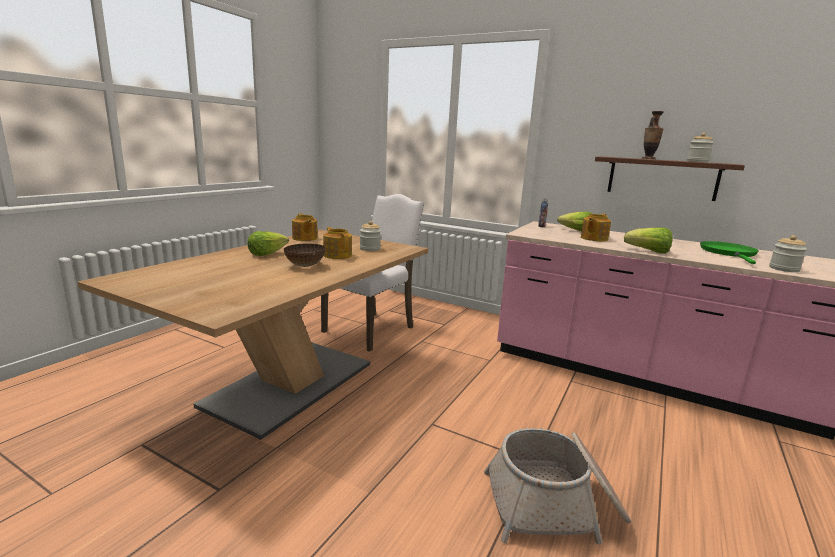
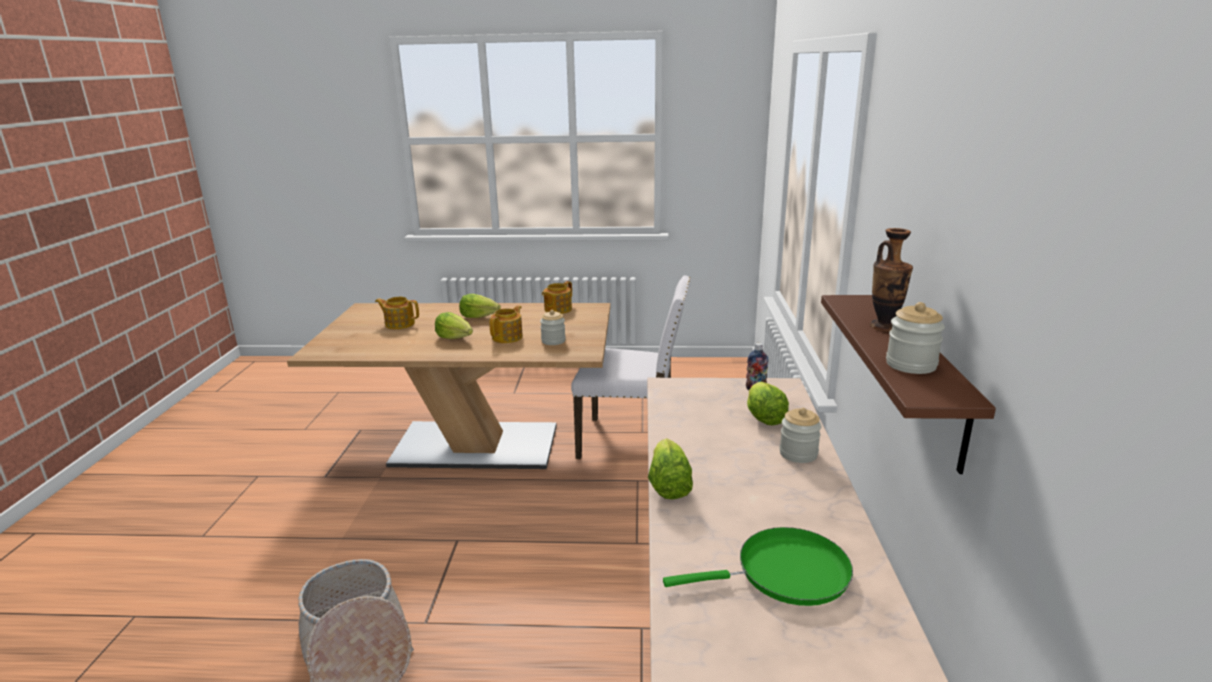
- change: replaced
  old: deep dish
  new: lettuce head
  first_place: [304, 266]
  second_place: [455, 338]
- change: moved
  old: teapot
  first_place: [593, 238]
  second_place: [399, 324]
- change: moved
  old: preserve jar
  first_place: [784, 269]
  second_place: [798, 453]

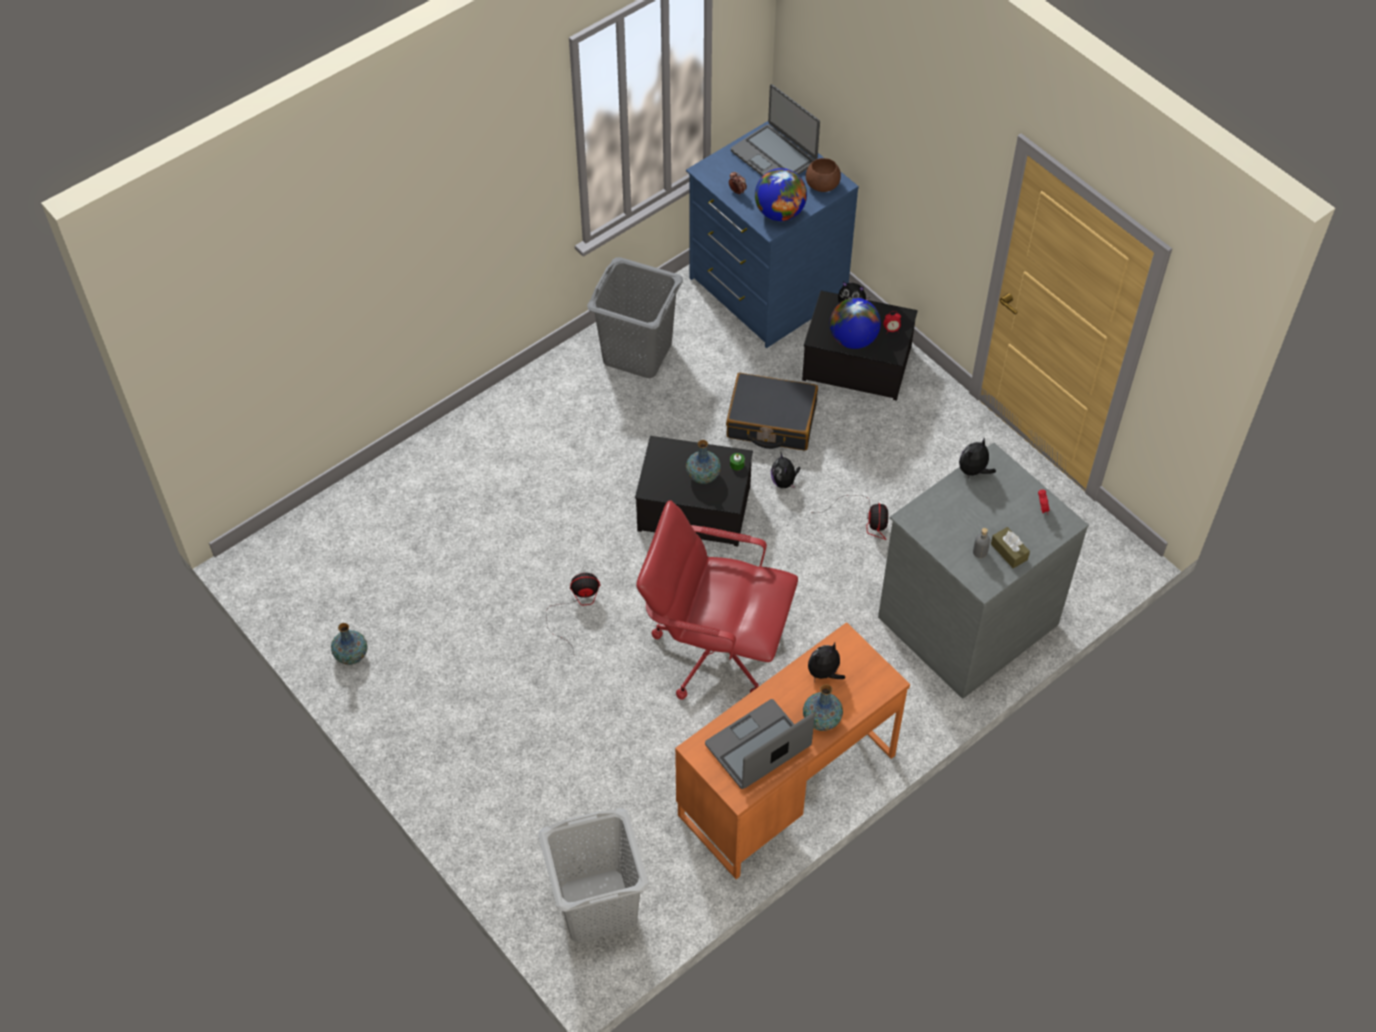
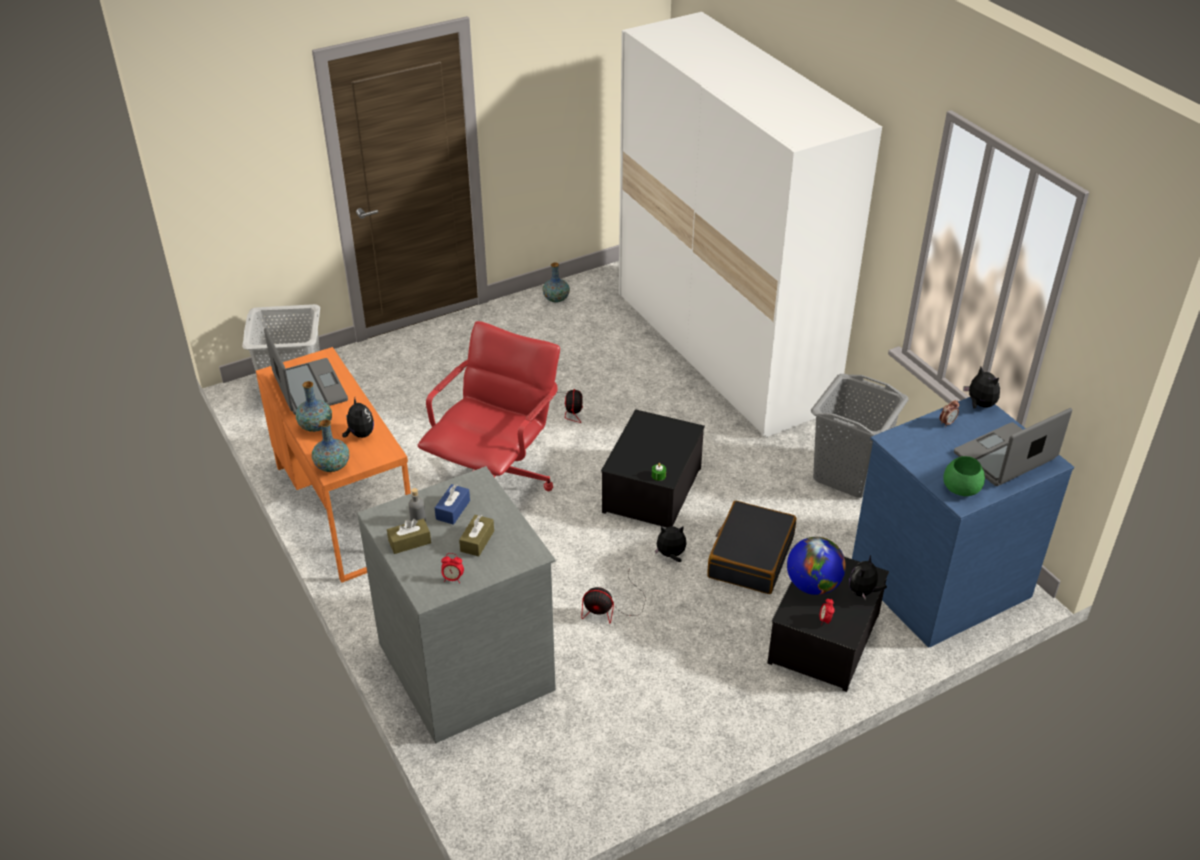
- change: moved
  old: vase
  first_place: [703, 475]
  second_place: [332, 466]
- change: removed
  old: world globe
  first_place: [779, 213]
- change: recoloured
  old: brownish deep dish
  new: green-coloured deep dish
  first_place: [821, 184]
  second_place: [961, 487]
- change: moved
  old: cuddly toy
  first_place: [973, 471]
  second_place: [979, 405]
- change: added
  new: bluish tissue holder
  second_place: [453, 510]
- change: added
  new: brownish tissue holder
  second_place: [477, 541]
- change: added
  new: whitish clothes cupboard
  second_place: [722, 350]

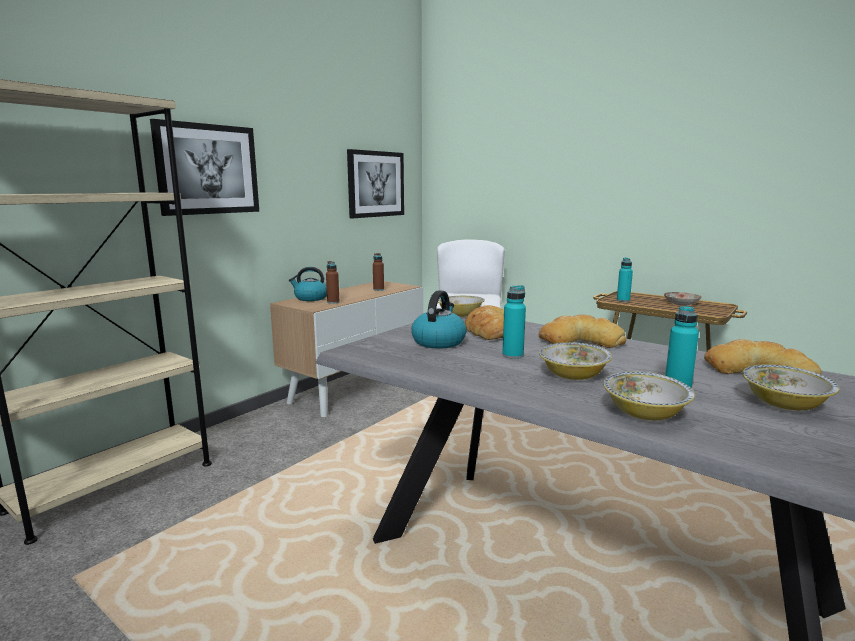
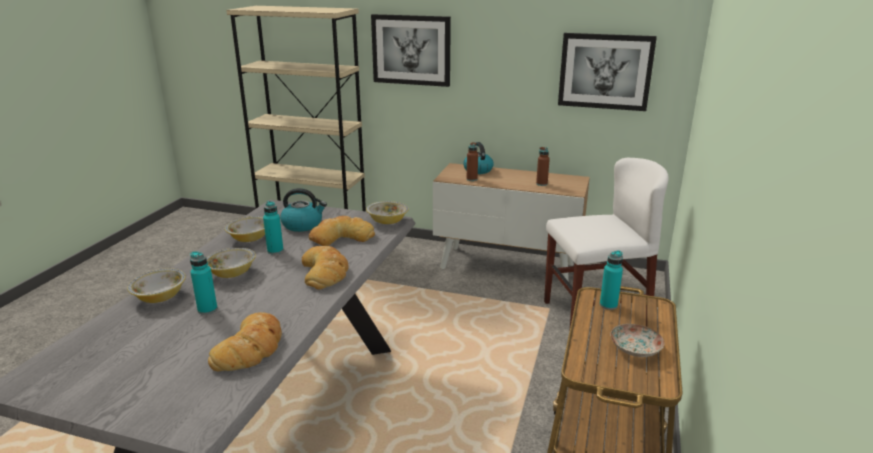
- change: moved
  old: deep dish
  first_place: [784, 404]
  second_place: [250, 238]

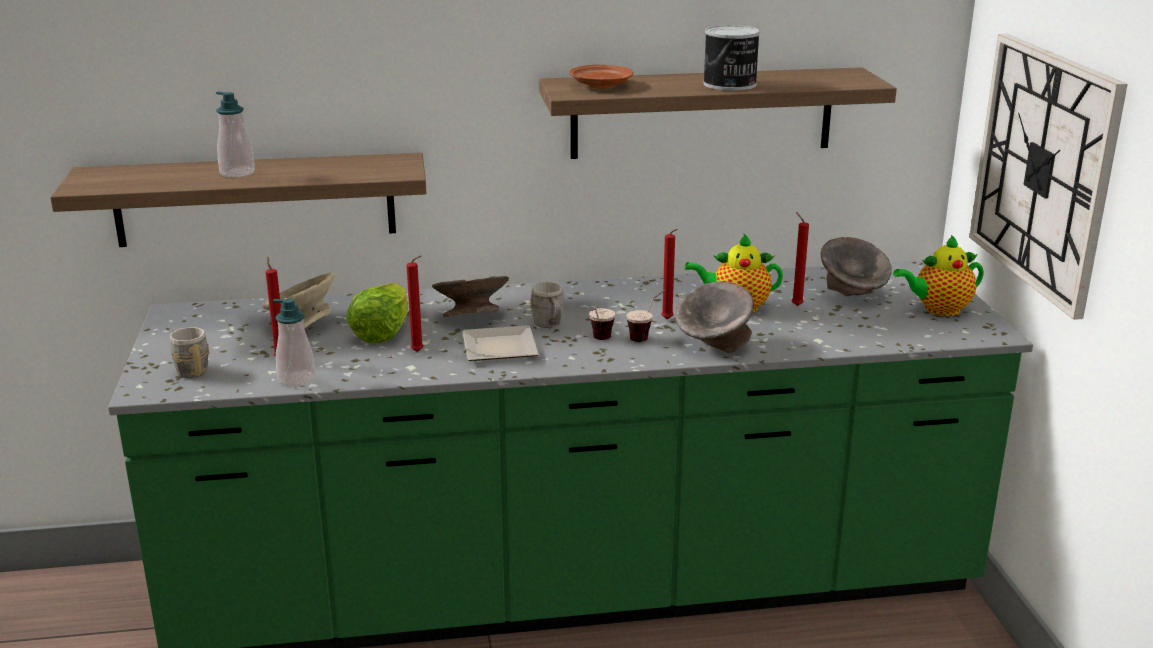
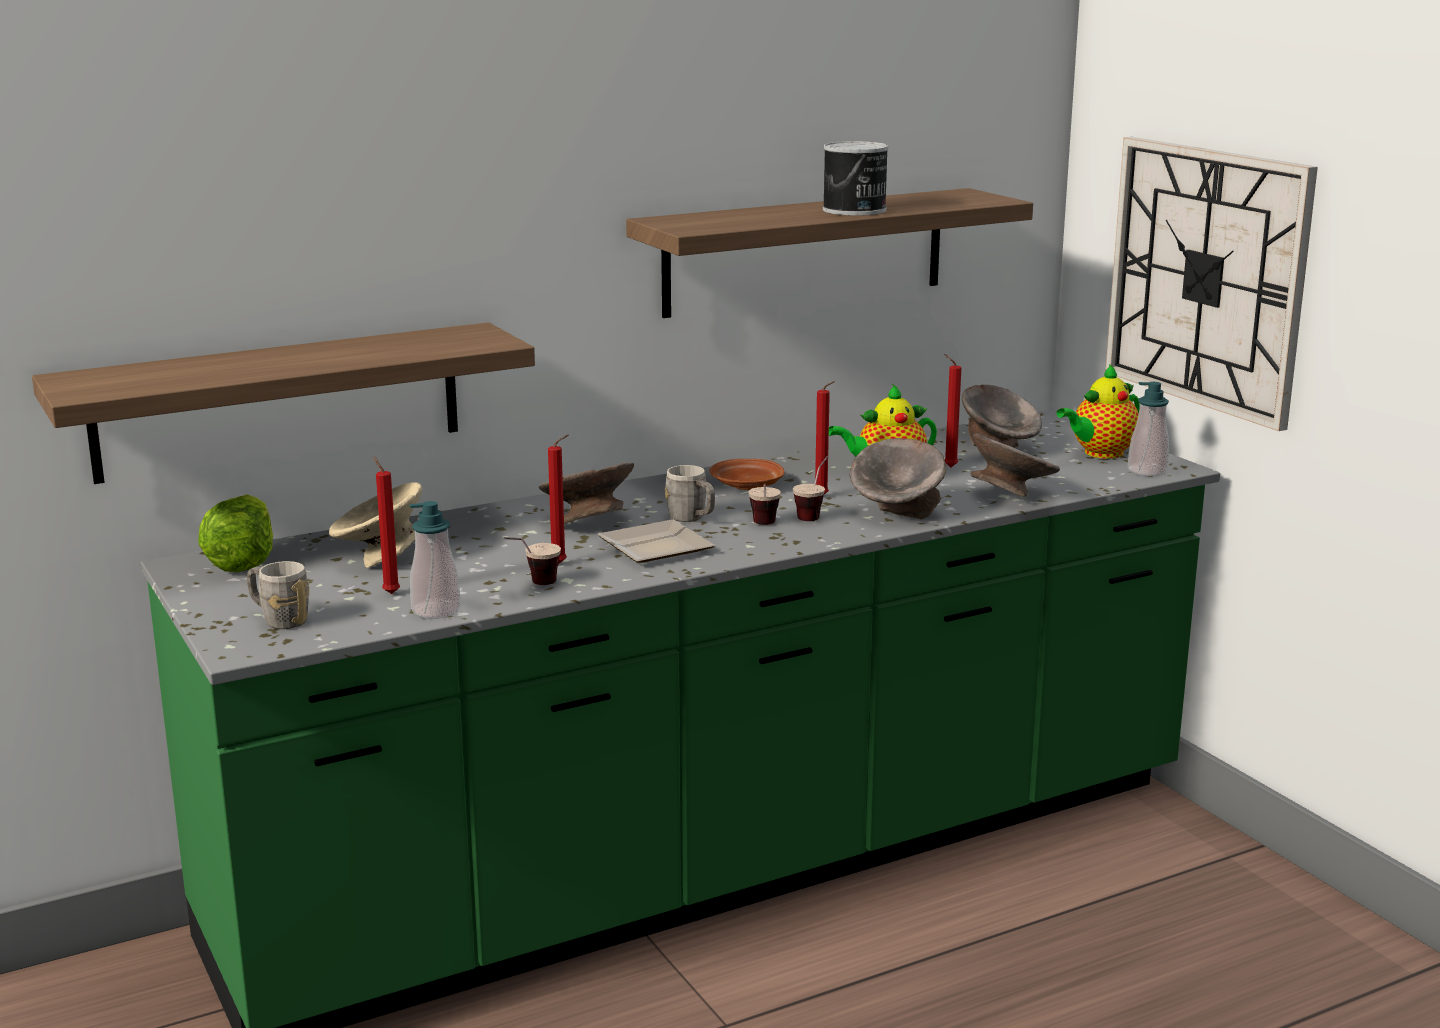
- change: moved
  old: soap bottle
  first_place: [237, 173]
  second_place: [1147, 471]
- change: moved
  old: lettuce head
  first_place: [382, 332]
  second_place: [242, 560]
- change: moved
  old: brownish dinner plate
  first_place: [600, 85]
  second_place: [746, 485]
- change: added
  new: small cup
  second_place: [532, 585]
- change: added
  new: gray deep dish
  second_place: [1011, 495]

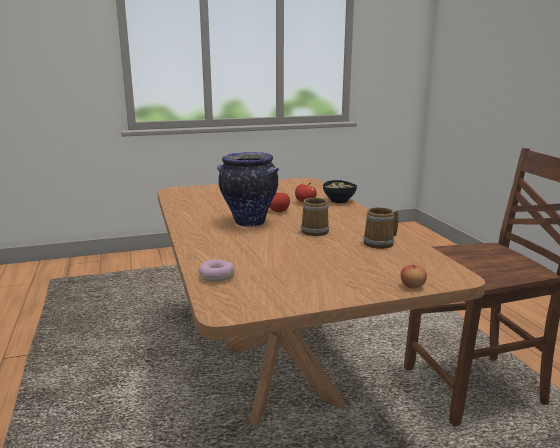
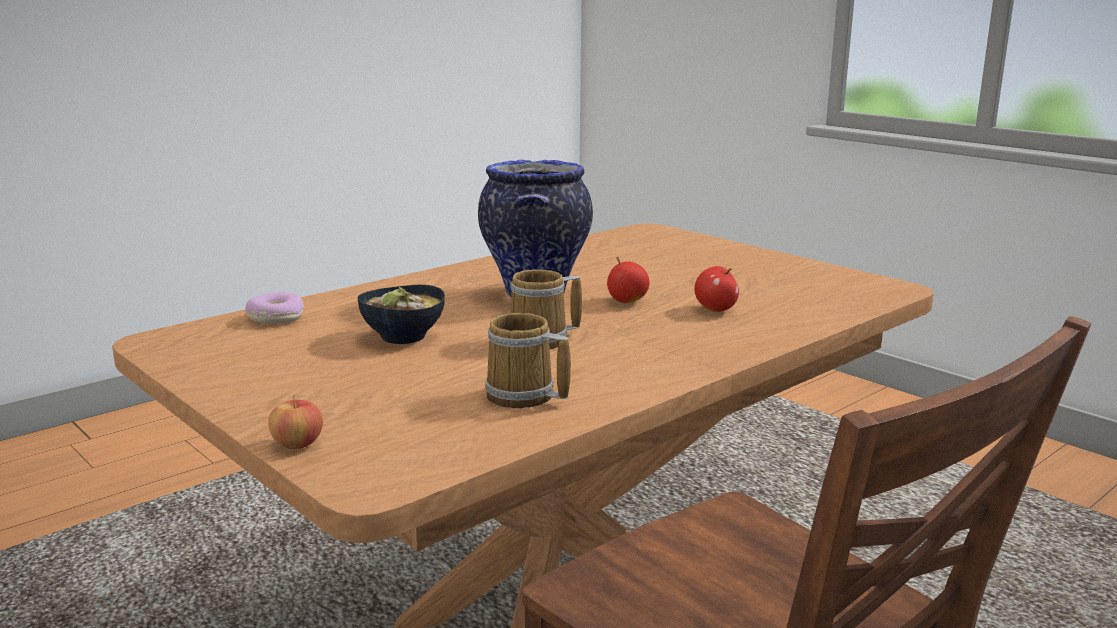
- change: moved
  old: deep dish
  first_place: [338, 201]
  second_place: [401, 337]

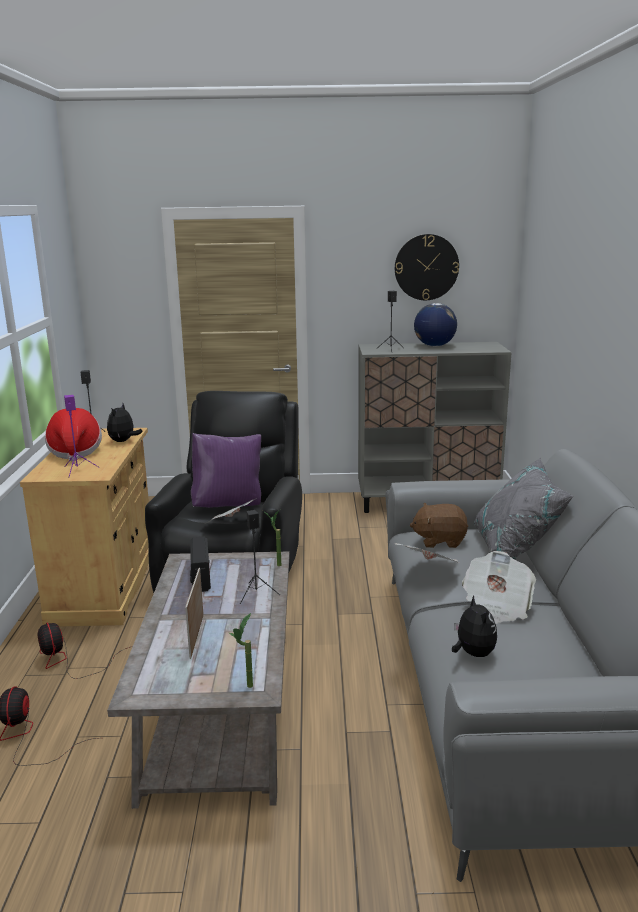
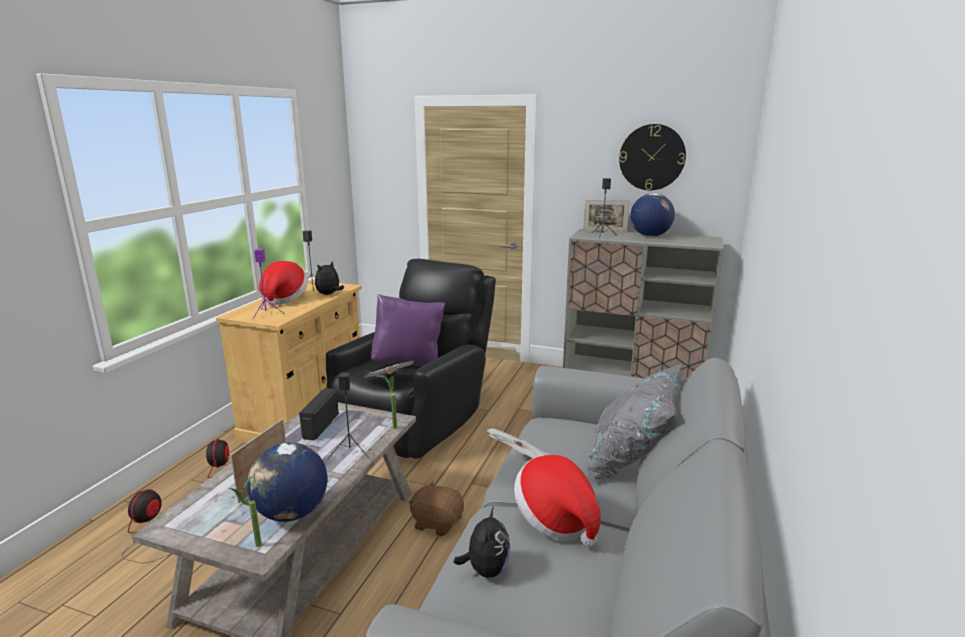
- change: moved
  old: brownish cuddly toy
  first_place: [439, 540]
  second_place: [437, 523]
- change: replaced
  old: newspaper
  new: hat
  first_place: [496, 606]
  second_place: [556, 520]
- change: added
  new: world globe
  second_place: [291, 513]
- change: added
  new: standing frame
  second_place: [605, 231]

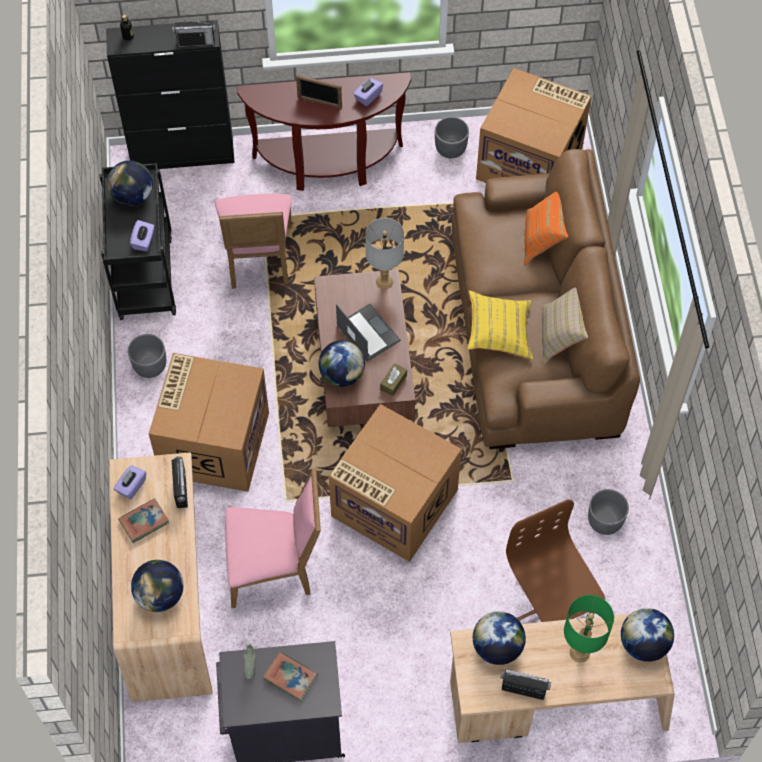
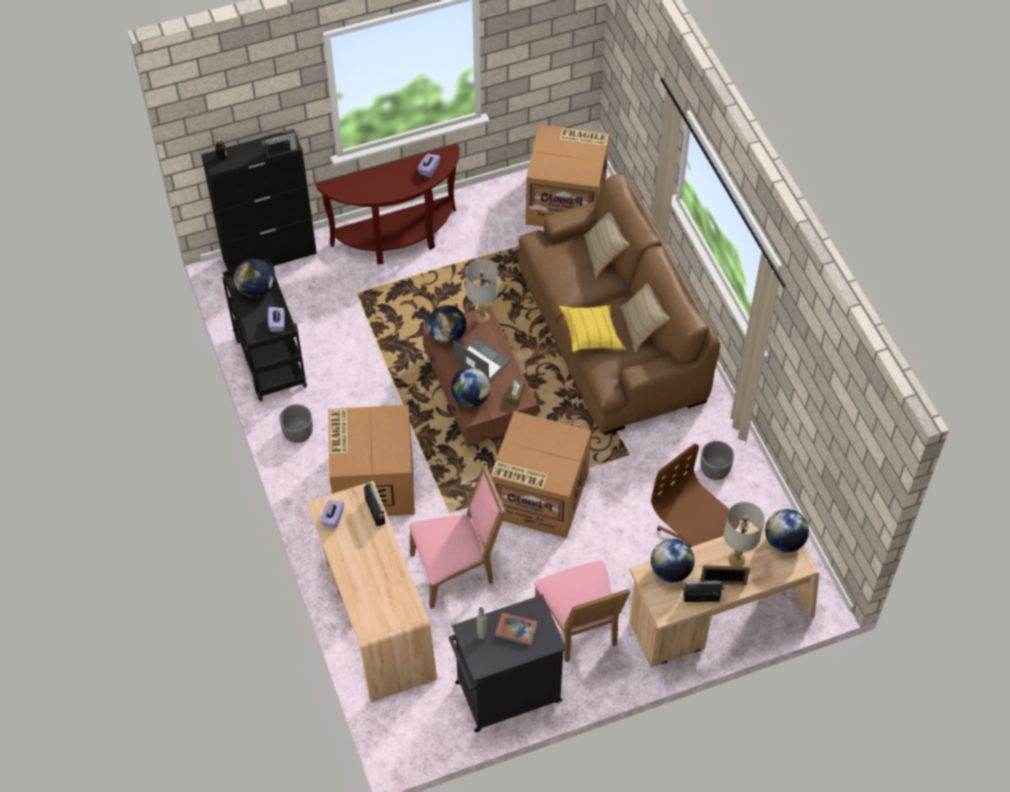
- change: removed
  old: book
  first_place: [144, 521]
- change: moved
  old: world globe
  first_place: [160, 595]
  second_place: [447, 335]
- change: moved
  old: pink-coloured upright chair
  first_place: [258, 261]
  second_place: [580, 628]
- change: moved
  old: standing frame
  first_place: [319, 102]
  second_place: [723, 583]
- change: removed
  old: gray planter
  first_place: [451, 148]
- change: recoloured
  old: orangey pillow
  new: sand-coloured pillow
  first_place: [543, 239]
  second_place: [604, 255]
- change: recoloured
  old: green-coloured tabletop lamp
  new: gray tabletop lamp
  first_place: [580, 652]
  second_place: [736, 559]

